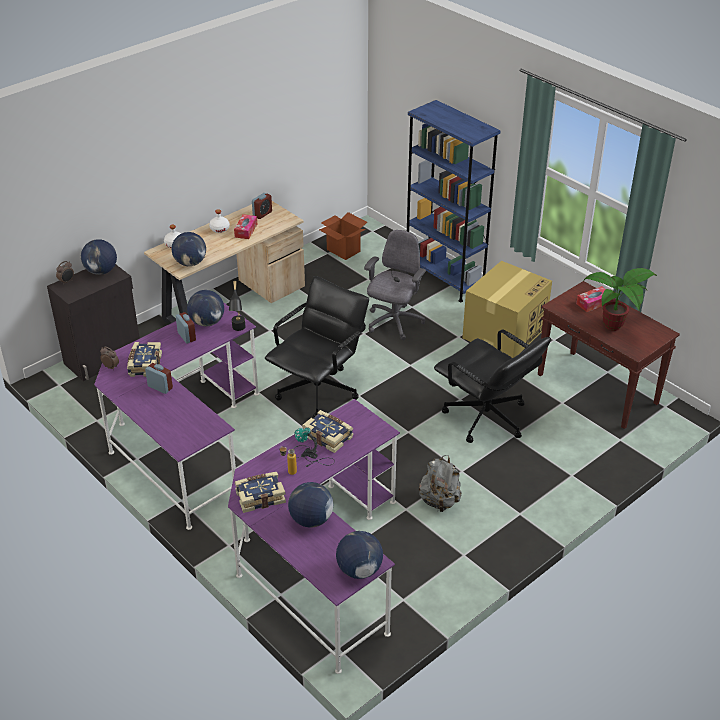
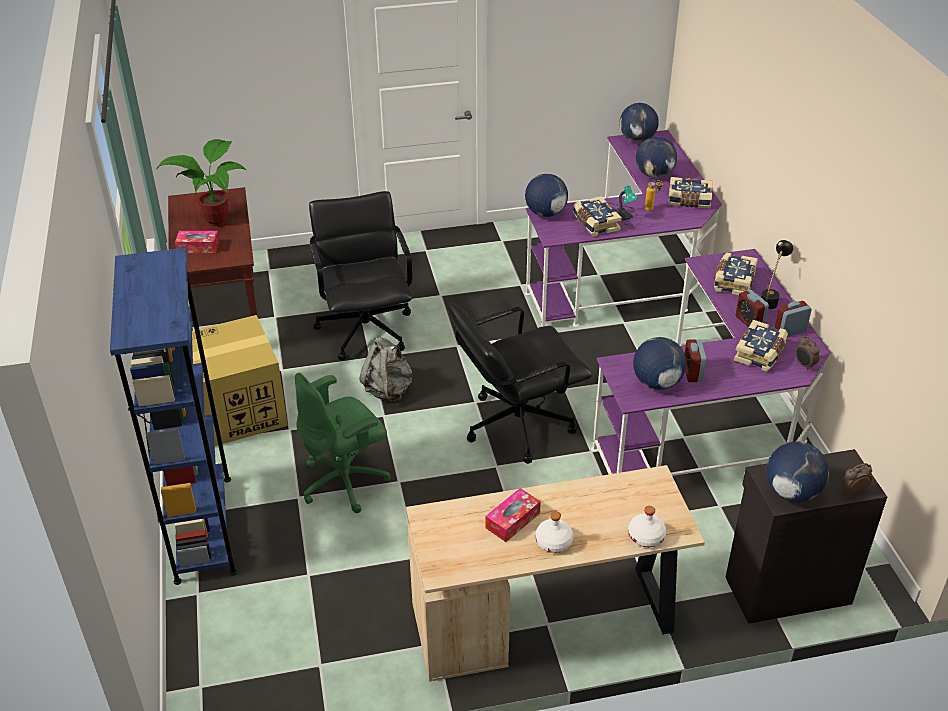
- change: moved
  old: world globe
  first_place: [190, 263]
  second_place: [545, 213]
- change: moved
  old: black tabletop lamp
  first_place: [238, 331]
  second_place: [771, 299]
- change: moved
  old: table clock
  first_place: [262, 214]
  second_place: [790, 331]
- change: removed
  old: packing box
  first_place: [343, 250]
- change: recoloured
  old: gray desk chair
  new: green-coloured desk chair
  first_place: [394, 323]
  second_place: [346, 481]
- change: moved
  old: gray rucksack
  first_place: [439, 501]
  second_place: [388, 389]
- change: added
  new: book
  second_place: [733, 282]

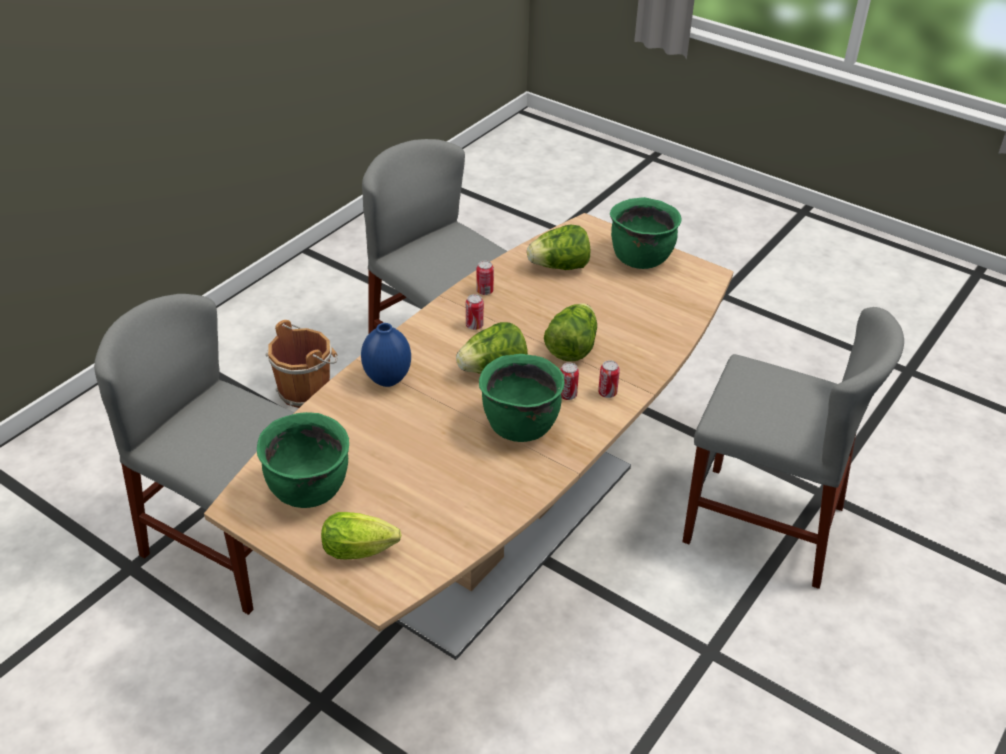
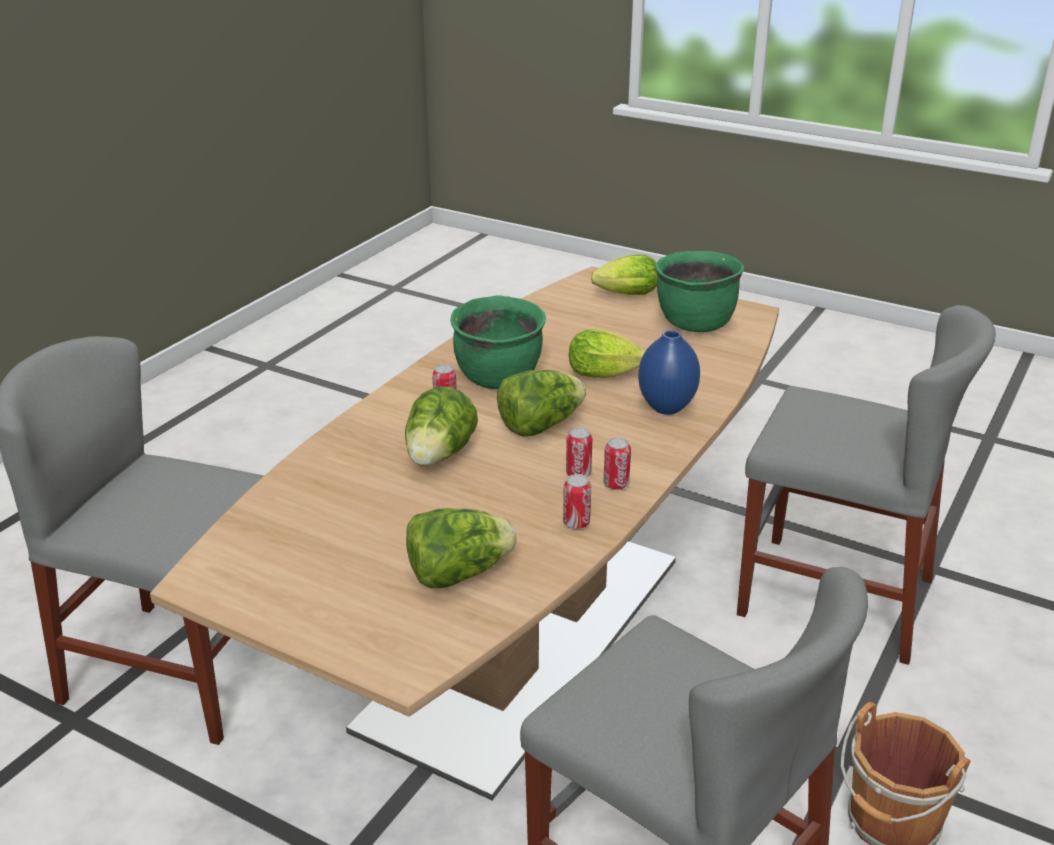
- change: moved
  old: metal can
  first_place: [607, 393]
  second_place: [616, 484]
- change: removed
  old: green-coloured cooking pot
  first_place: [640, 258]
- change: added
  new: lettuce head
  second_place: [607, 375]

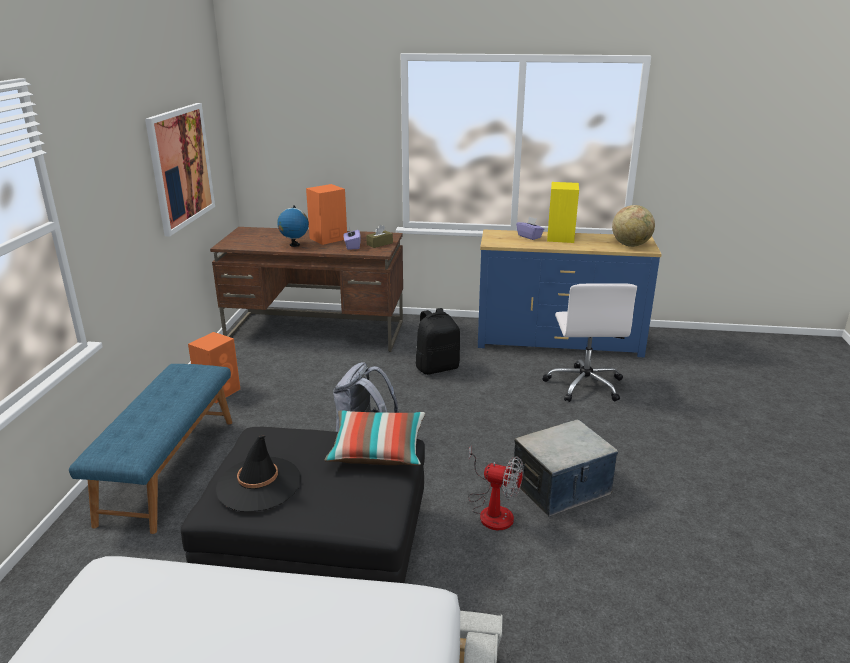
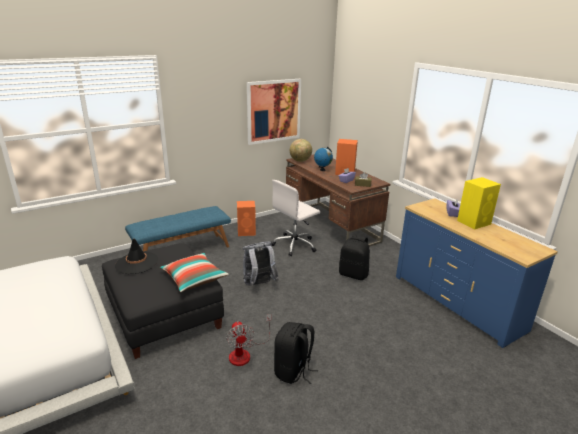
- change: replaced
  old: storage box
  new: black rucksack
  first_place: [561, 488]
  second_place: [293, 371]
- change: moved
  old: whitish desk chair
  first_place: [584, 385]
  second_place: [295, 245]
- change: moved
  old: world globe
  first_place: [630, 245]
  second_place: [300, 161]

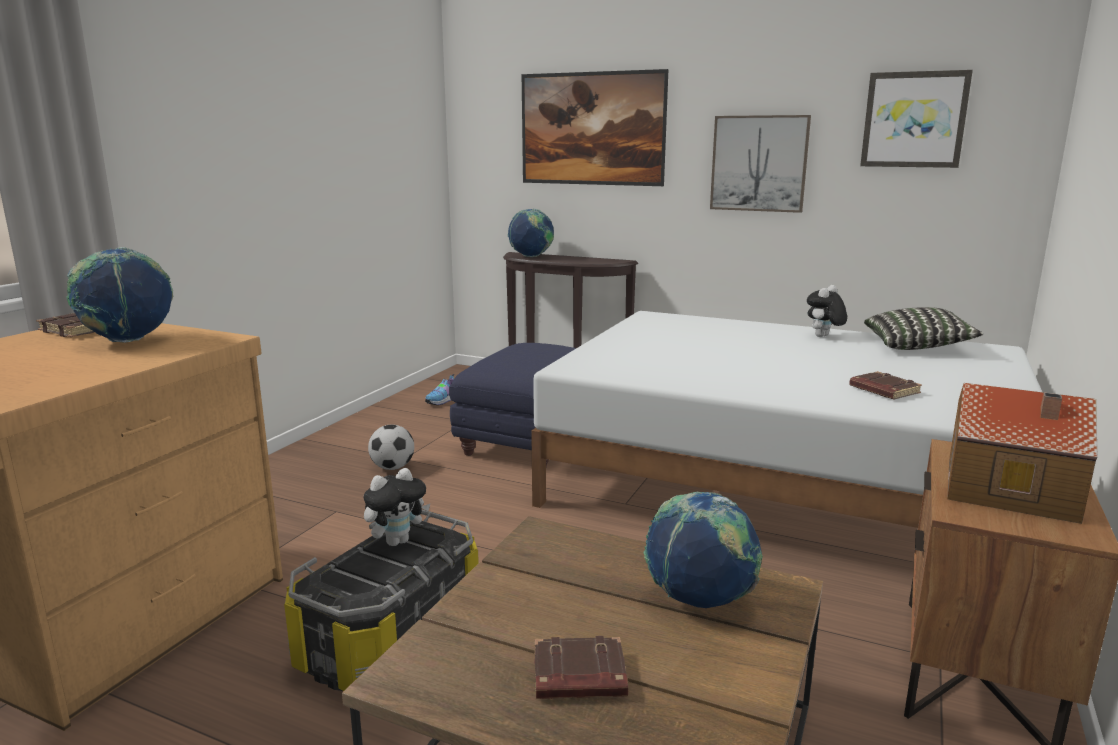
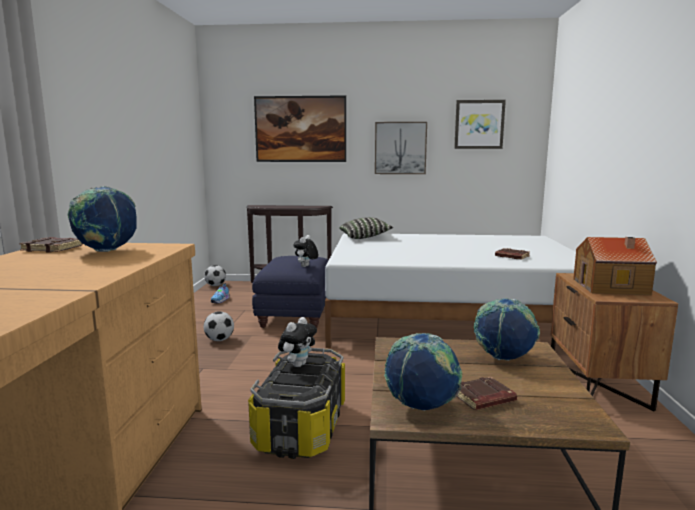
- change: moved
  old: world globe
  first_place: [531, 257]
  second_place: [421, 407]
- change: moved
  old: cuddly toy
  first_place: [823, 337]
  second_place: [306, 267]
- change: moved
  old: pillow
  first_place: [917, 346]
  second_place: [365, 237]
- change: added
  new: football ball
  second_place: [215, 285]

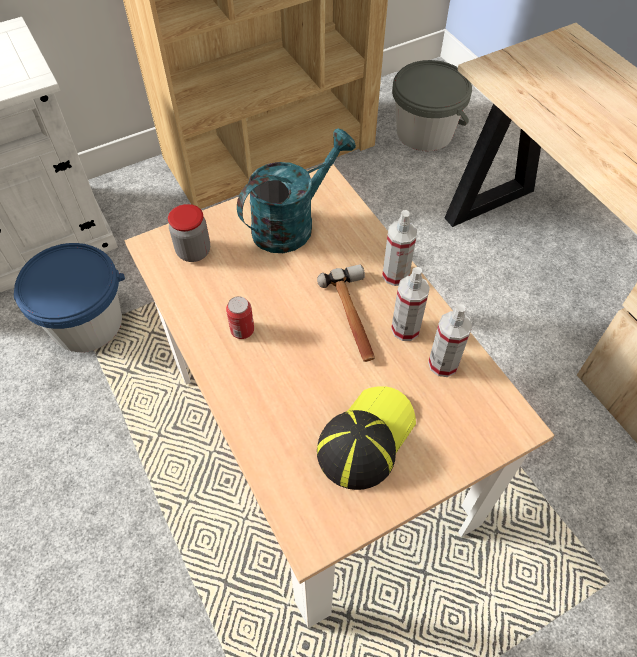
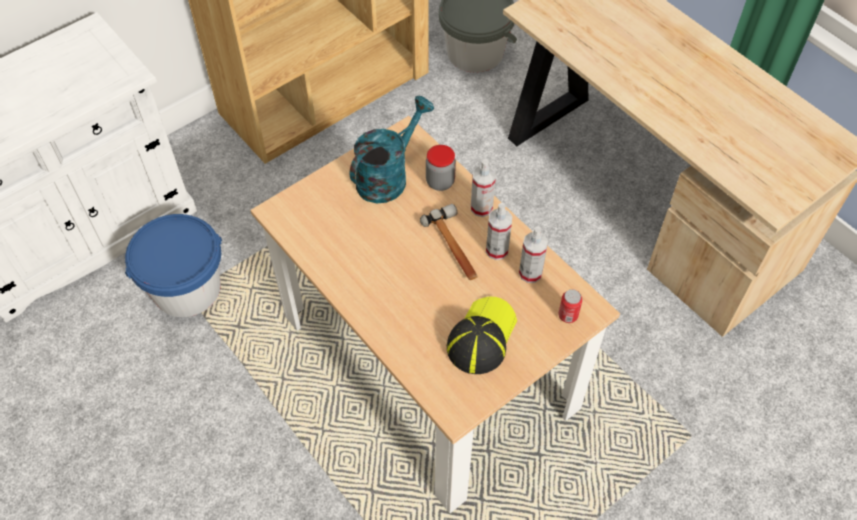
- change: moved
  old: preserve jar
  first_place: [193, 251]
  second_place: [440, 182]
- change: moved
  old: metal can
  first_place: [242, 330]
  second_place: [568, 315]

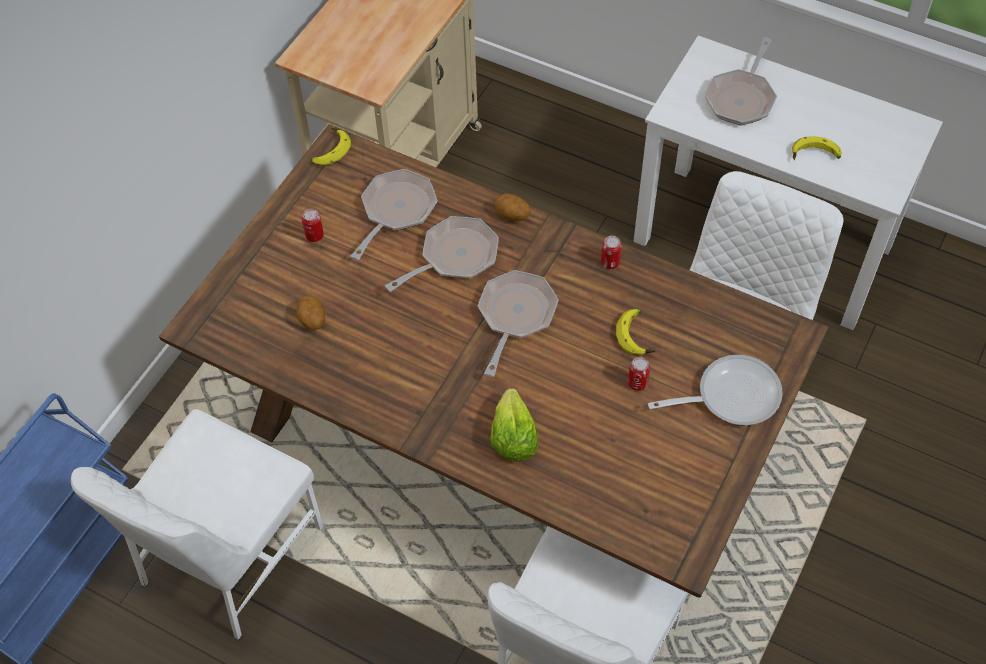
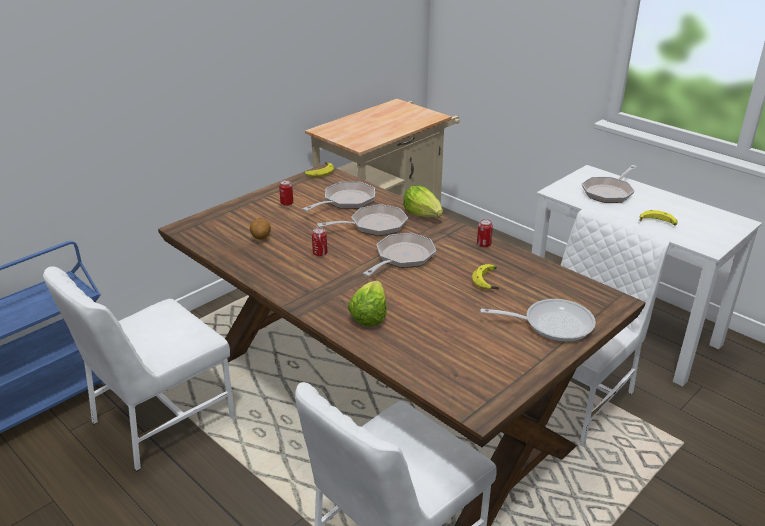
- change: replaced
  old: spud
  new: lettuce head
  first_place: [512, 216]
  second_place: [423, 214]
- change: moved
  old: metal can
  first_place: [637, 383]
  second_place: [320, 253]

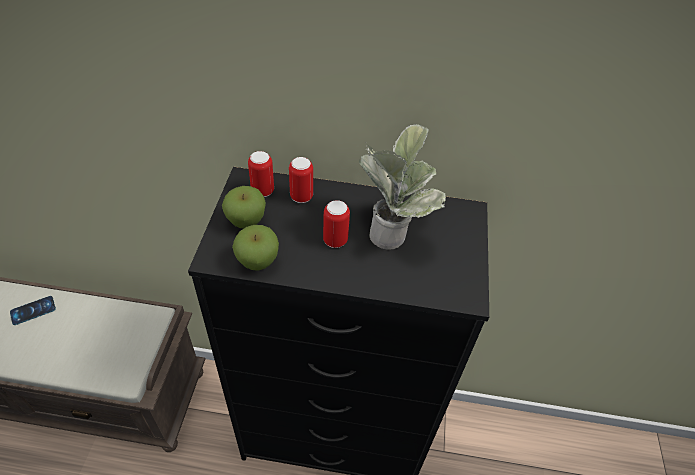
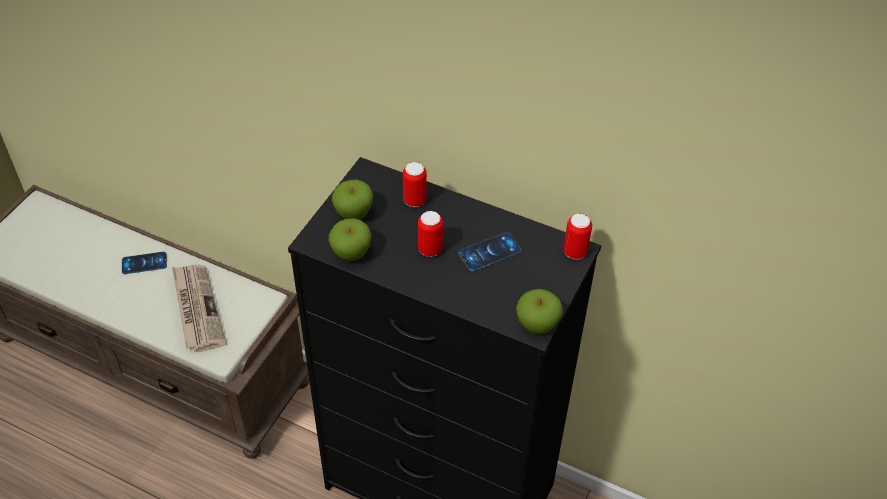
- change: moved
  old: metal can
  first_place: [262, 191]
  second_place: [575, 252]
- change: replaced
  old: houseplant
  new: telephone
  first_place: [392, 230]
  second_place: [489, 252]
- change: added
  new: newspaper
  second_place: [197, 309]
- change: added
  new: whole apple
  second_place: [537, 325]

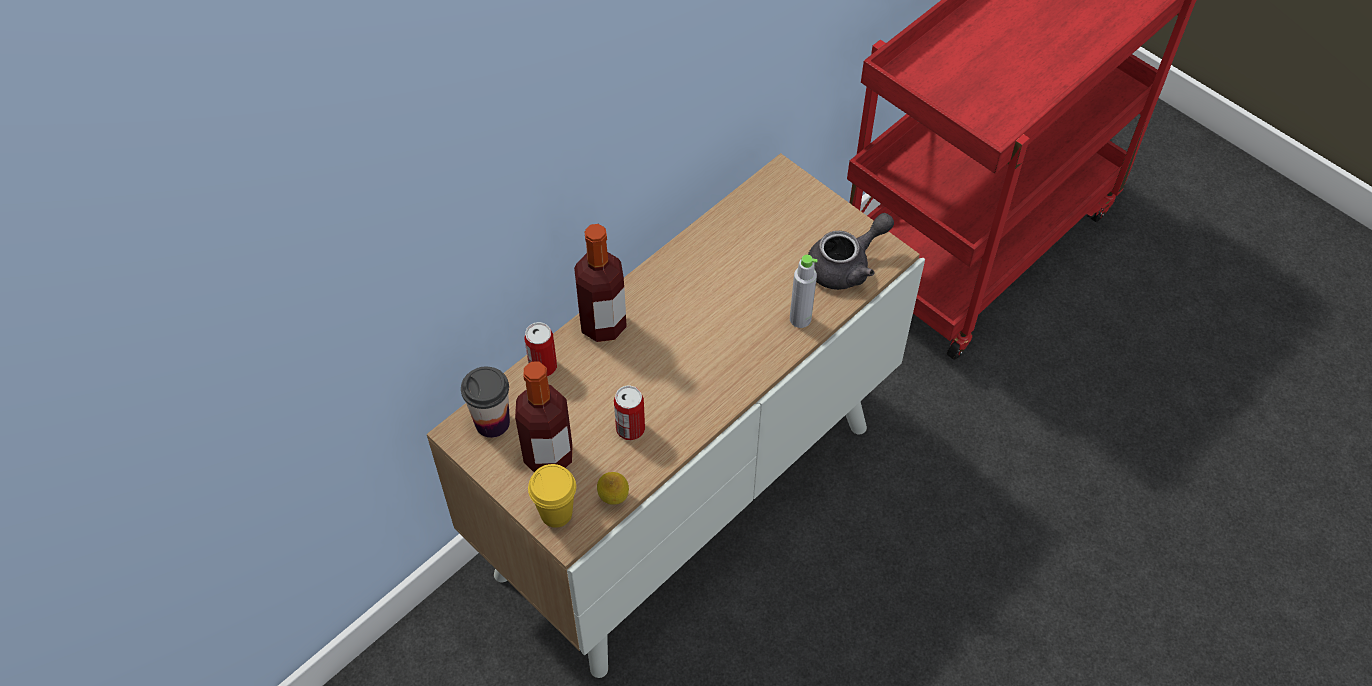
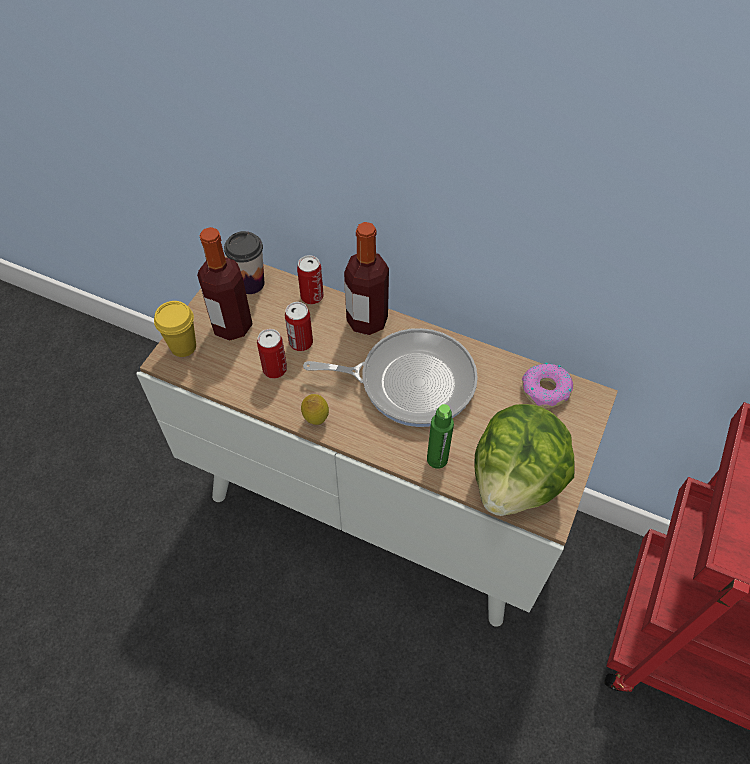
- change: moved
  old: whole lemon
  first_place: [614, 499]
  second_place: [316, 419]
- change: recoloured
  old: gray bottle
  new: green-coloured bottle
  first_place: [800, 319]
  second_place: [437, 459]
- change: replaced
  old: gray teapot
  new: lettuce head
  first_place: [846, 265]
  second_place: [516, 480]
- change: added
  new: metal can
  second_place: [301, 342]
- change: added
  new: skillet
  second_place: [410, 381]
- change: added
  new: doughnut
  second_place: [546, 390]

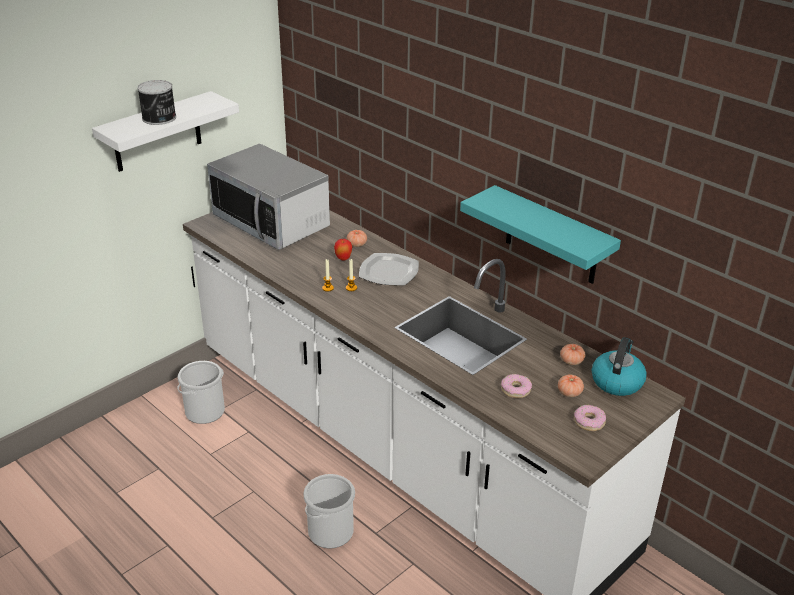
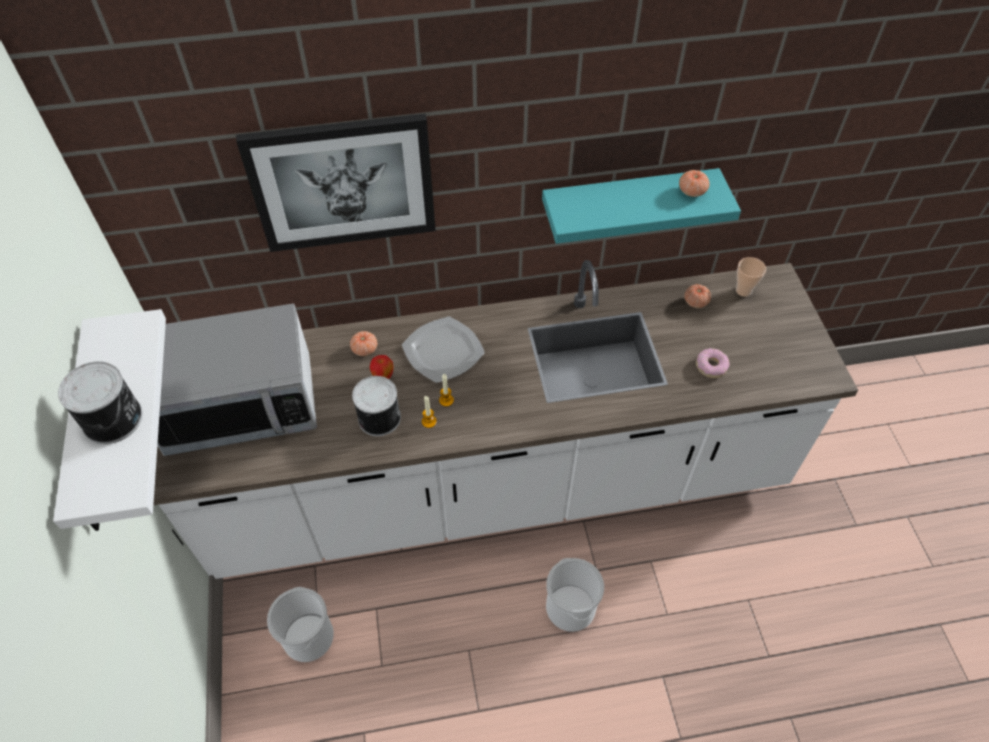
- change: moved
  old: whole tomato
  first_place: [569, 393]
  second_place: [692, 191]
- change: removed
  old: doughnut
  first_place: [589, 422]
- change: replaced
  old: tea kettle
  new: small cup
  first_place: [617, 381]
  second_place: [743, 290]
- change: added
  new: wall picture
  second_place: [343, 183]
- change: added
  new: metal can
  second_place: [378, 418]

